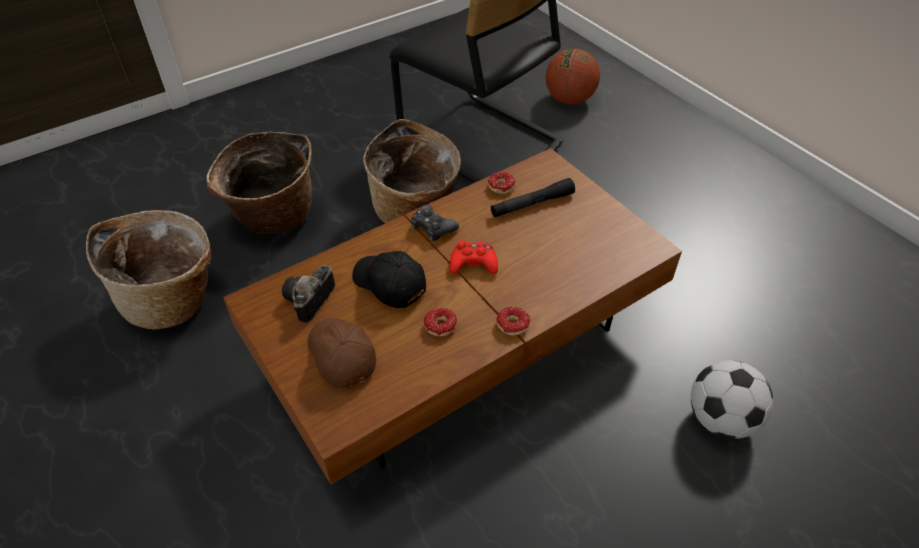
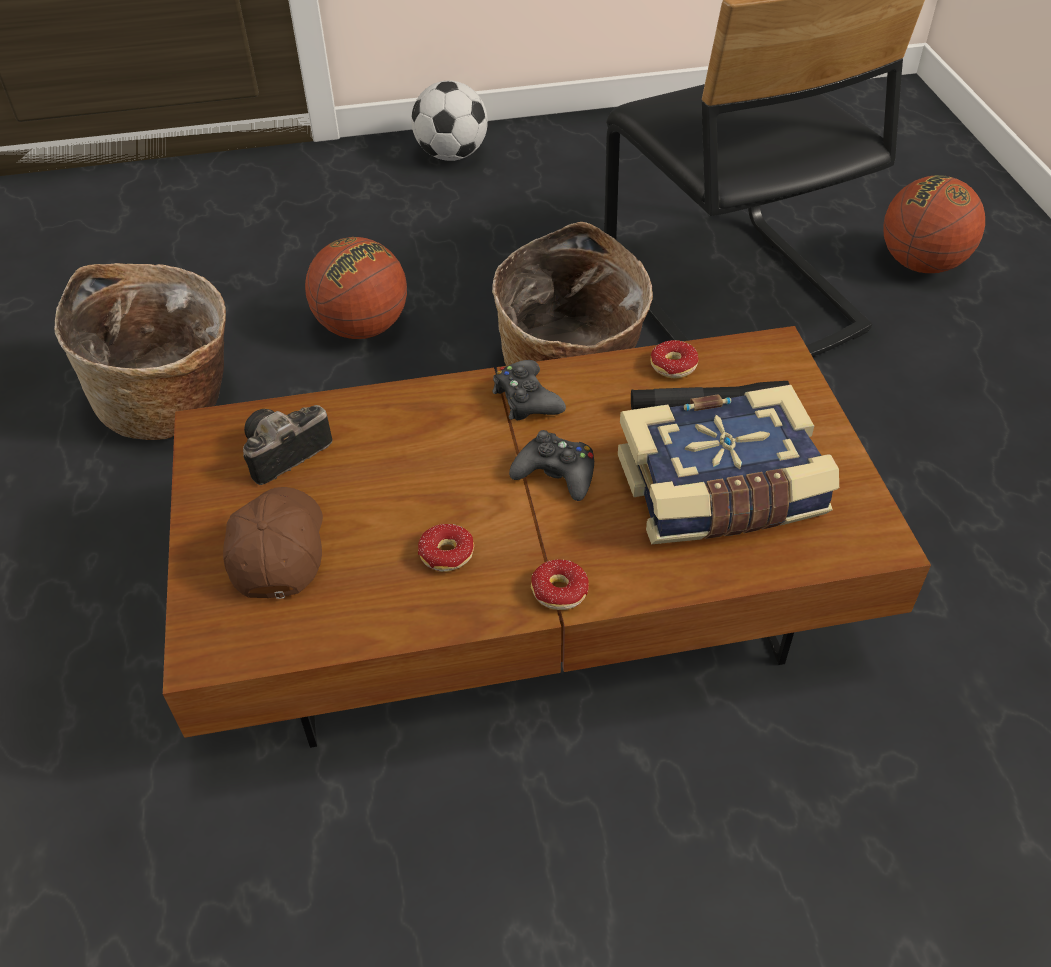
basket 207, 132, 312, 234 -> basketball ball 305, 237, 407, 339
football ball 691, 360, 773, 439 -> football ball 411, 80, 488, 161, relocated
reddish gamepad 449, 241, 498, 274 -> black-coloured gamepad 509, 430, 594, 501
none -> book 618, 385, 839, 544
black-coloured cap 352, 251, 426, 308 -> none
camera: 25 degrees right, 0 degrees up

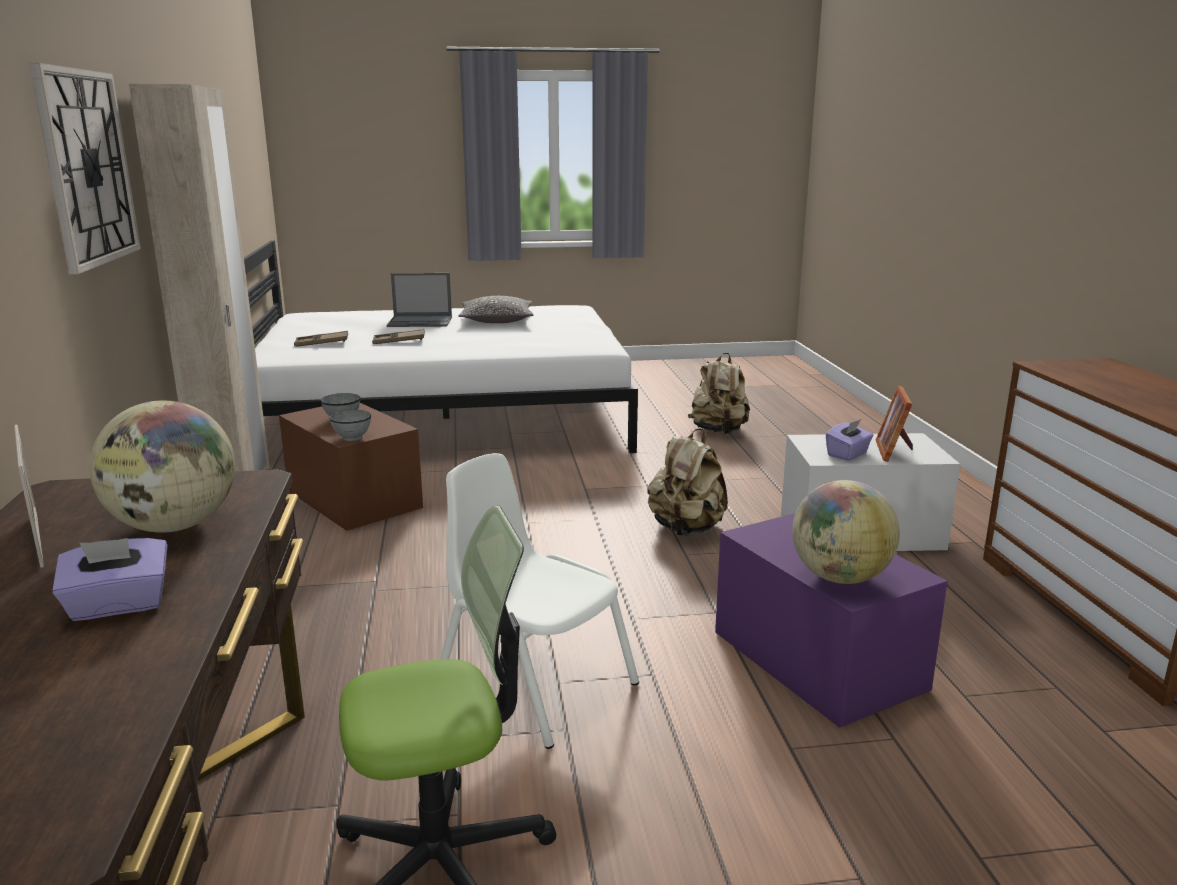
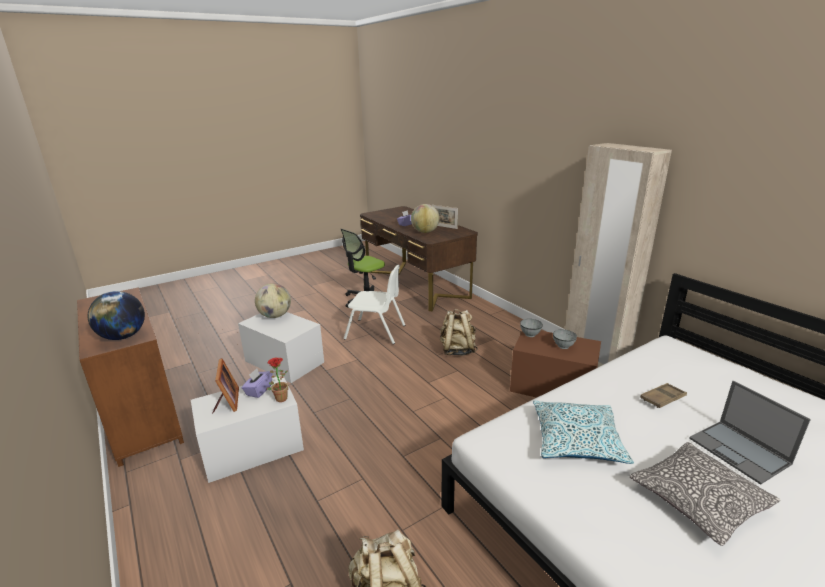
none -> desk globe 88, 291, 145, 340
purple storage bin 715, 513, 948, 728 -> whitish storage bin 238, 312, 324, 383
none -> houseplant 267, 357, 288, 402
sand-coloured knapsack 647, 428, 728, 536 -> sand-coloured knapsack 440, 309, 478, 356, relocated
none -> throw pillow 533, 401, 634, 464
portable computer 387, 273, 452, 327 -> portable computer 689, 381, 811, 485, 90 degrees counterclockwise
wall clock 29, 63, 141, 274 -> none
brownish tray 294, 331, 348, 346 -> none
camera: 155 degrees right, 5 degrees up

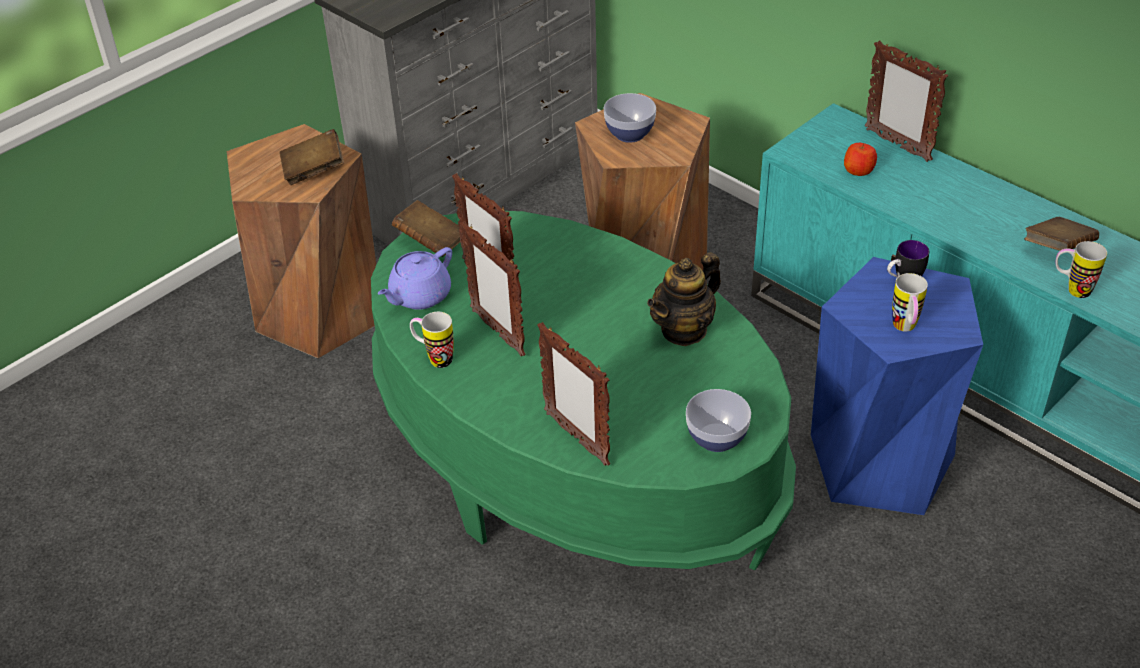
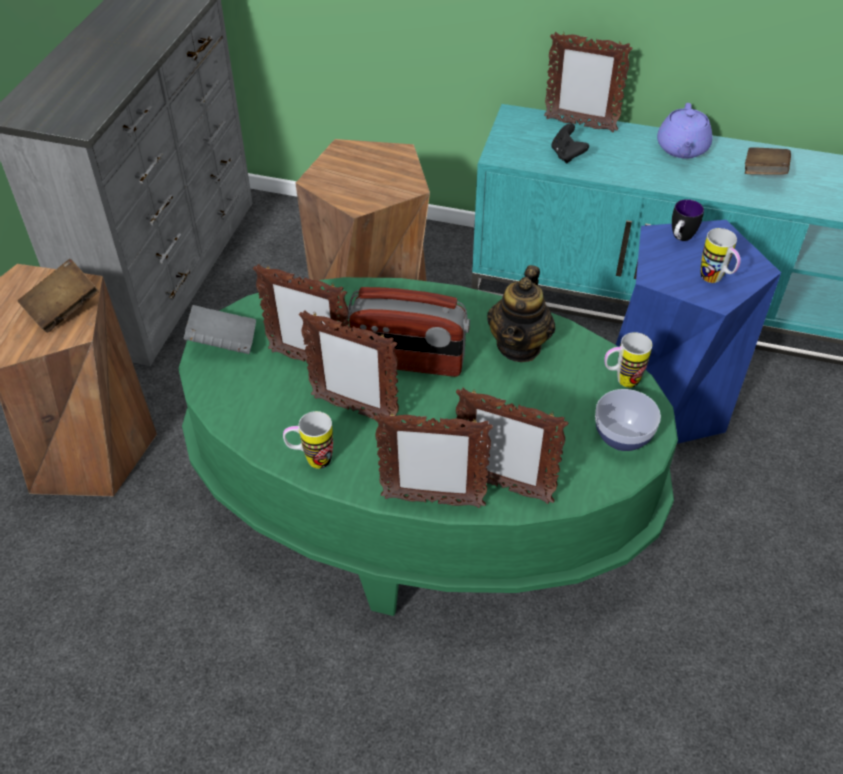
brownish book 392, 200, 460, 257 -> greyish book 184, 305, 256, 354
none -> radio 347, 287, 470, 377
none -> photo frame 374, 412, 493, 508
apple 844, 143, 877, 176 -> black-coloured gamepad 551, 123, 589, 163
tea mug 1055, 241, 1107, 298 -> tea mug 604, 332, 652, 388, relocated
purple tea pot 378, 247, 452, 310 -> purple tea pot 657, 103, 712, 159, relocated
deep dish 604, 93, 656, 143 -> none
camera: 30 degrees left, 5 degrees up

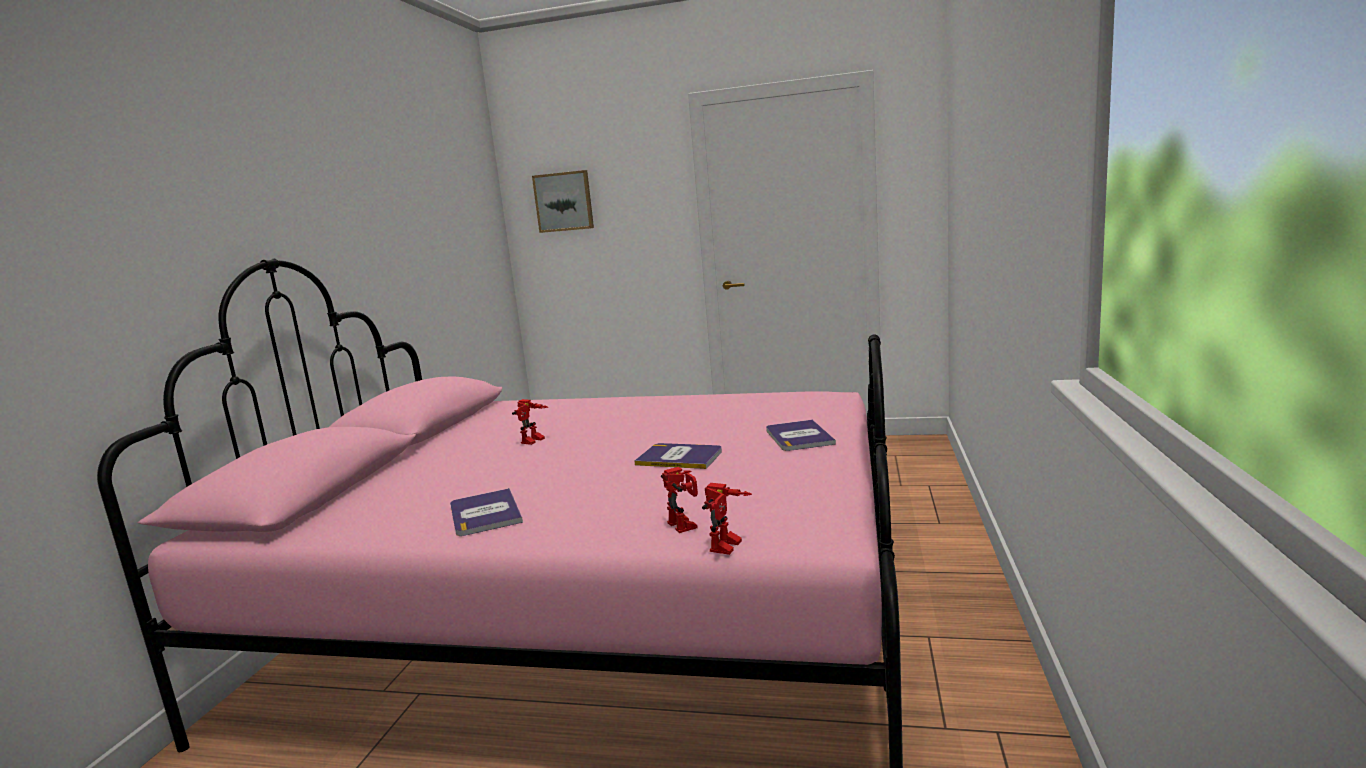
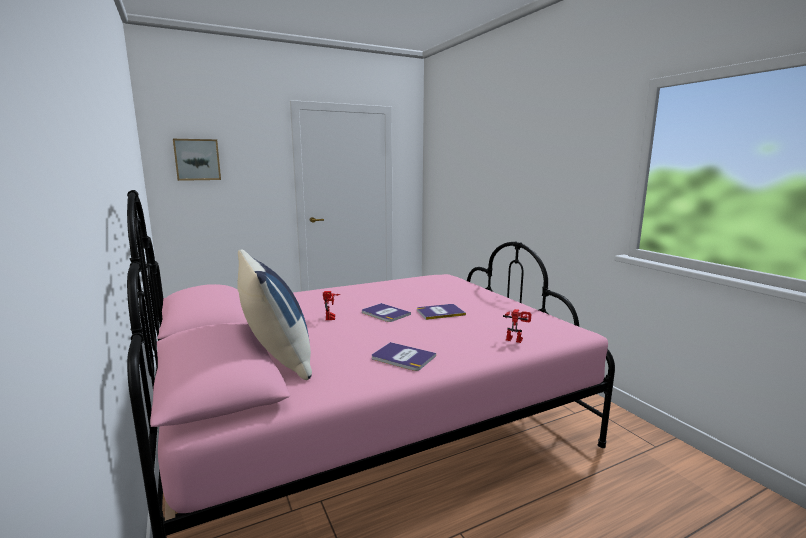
none -> blue throw pillow 237, 249, 312, 380
book 766, 420, 836, 451 -> book 362, 303, 411, 322, relocated
robot figure 702, 483, 752, 555 -> none
camera: 40 degrees left, 0 degrees up

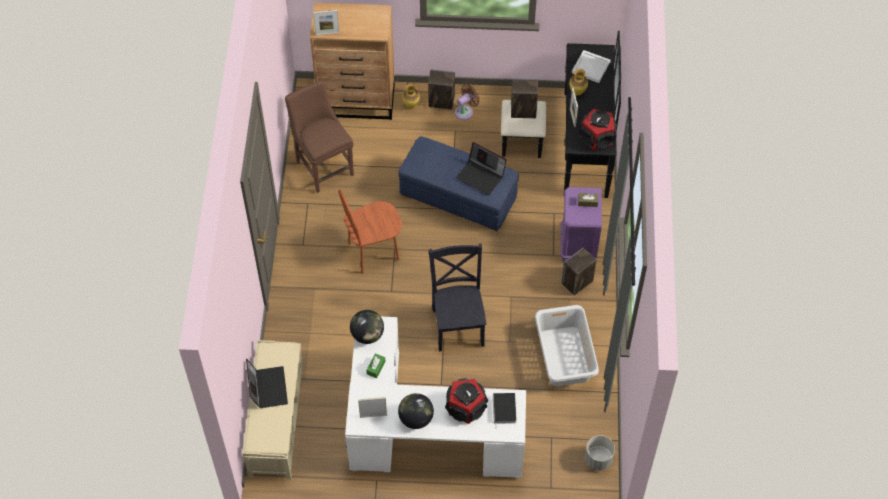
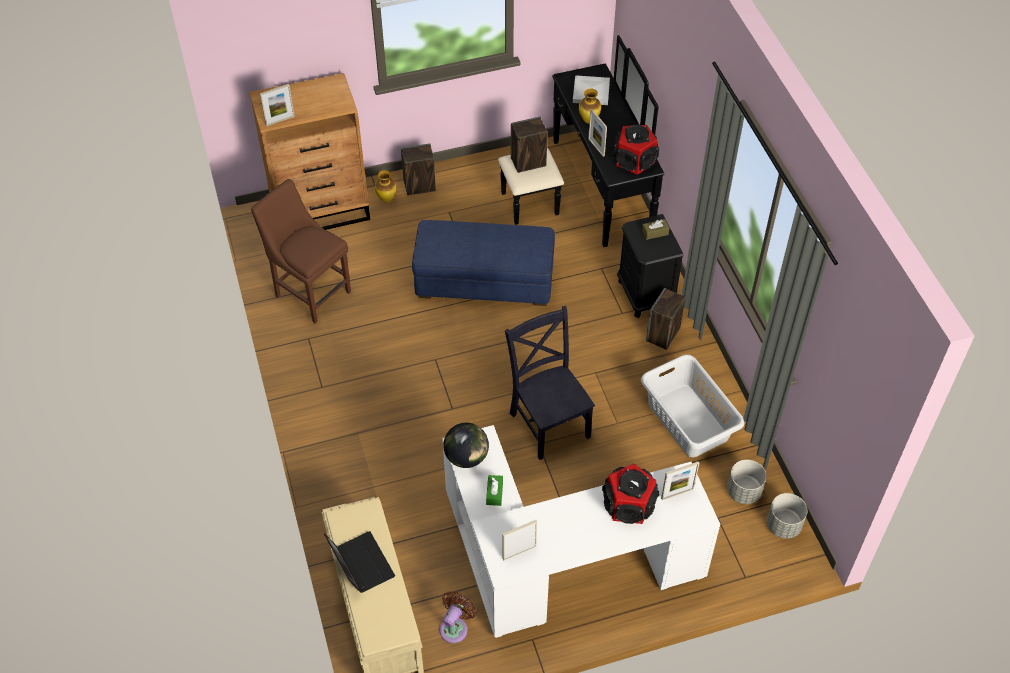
brownish cooling fan 455, 84, 480, 120 -> brownish cooling fan 440, 591, 476, 643, relocated
purple nightstand 561, 187, 602, 262 -> black-coloured nightstand 617, 214, 684, 318
book 493, 393, 517, 429 -> photo frame 661, 461, 699, 500
none -> greyish planter 727, 460, 766, 504
brownish chair 338, 189, 402, 274 -> none
desk globe 398, 393, 434, 429 -> none
portable computer 456, 142, 507, 195 -> none
camera: 20 degrees left, 5 degrees down

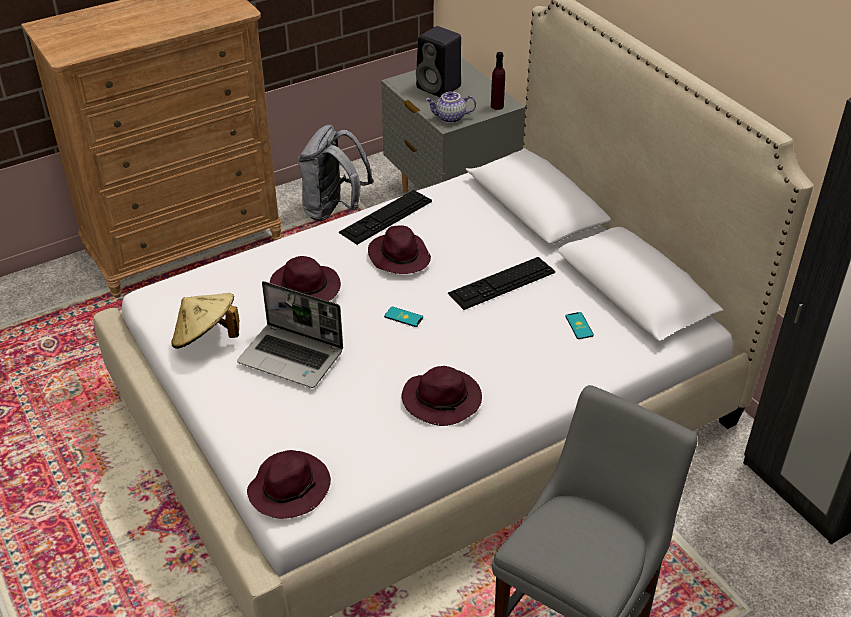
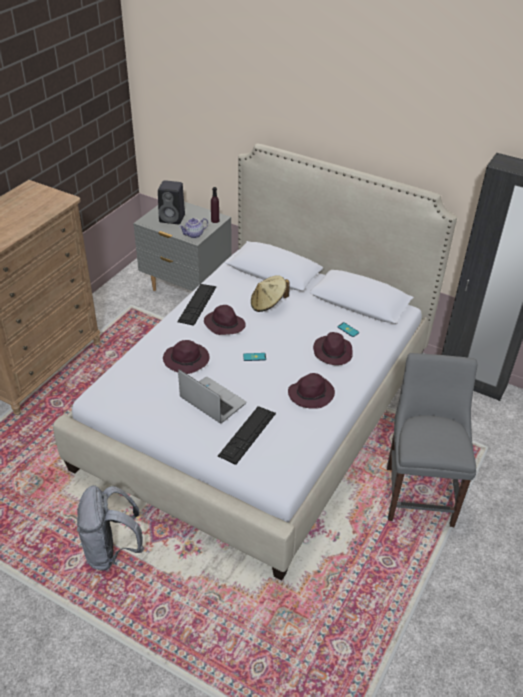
greyish knapsack 298, 124, 373, 221 -> greyish knapsack 77, 485, 144, 571, relocated
portable computer 237, 281, 343, 388 -> portable computer 178, 369, 246, 423, 135 degrees counterclockwise
computer keyboard 448, 257, 555, 310 -> computer keyboard 218, 406, 276, 465, relocated
sand-coloured wearable hat 171, 293, 239, 349 -> sand-coloured wearable hat 251, 275, 290, 312, relocated
purple wearable hat 247, 450, 331, 519 -> purple wearable hat 313, 332, 352, 365, relocated
camera: 30 degrees left, 0 degrees up

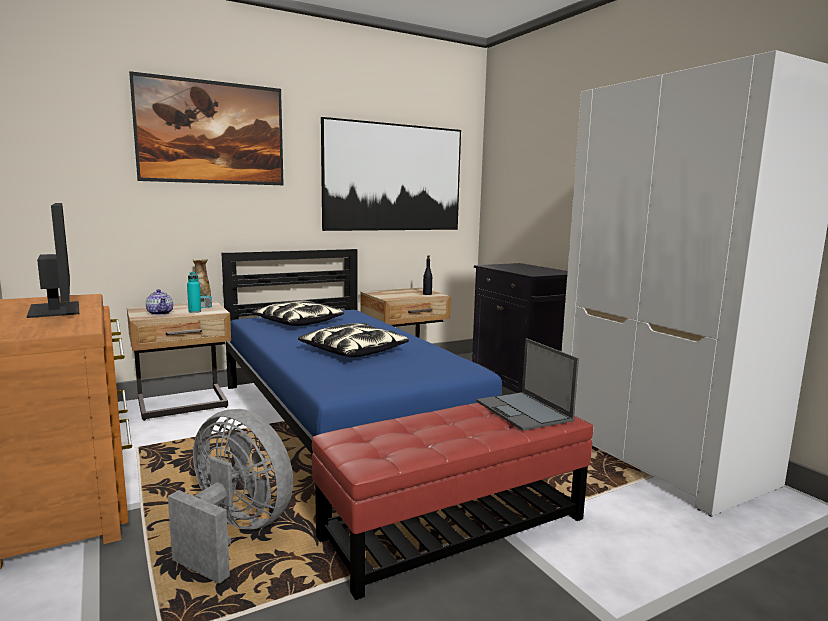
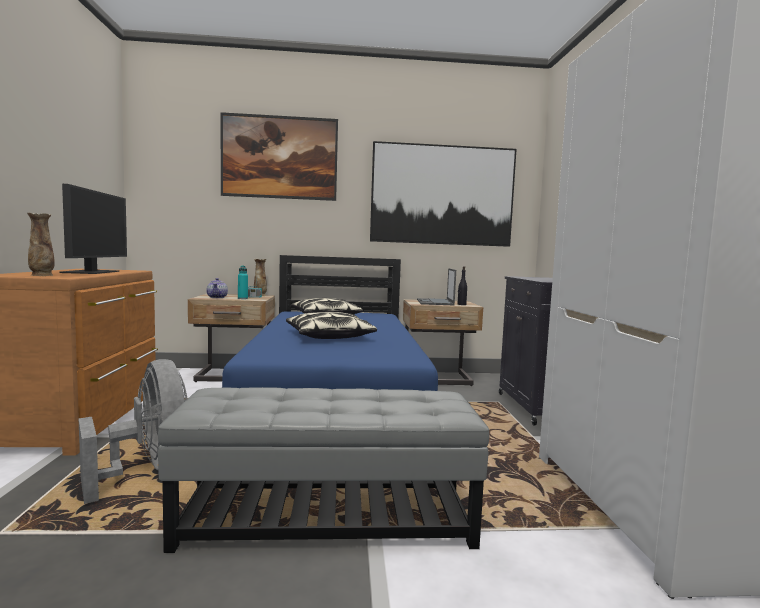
none -> flower vase 27, 212, 55, 276
reddish footrest 312, 403, 593, 600 -> greyish footrest 158, 387, 489, 553
portable computer 476, 338, 579, 431 -> portable computer 417, 268, 456, 305, relocated
camera: 25 degrees right, 5 degrees down

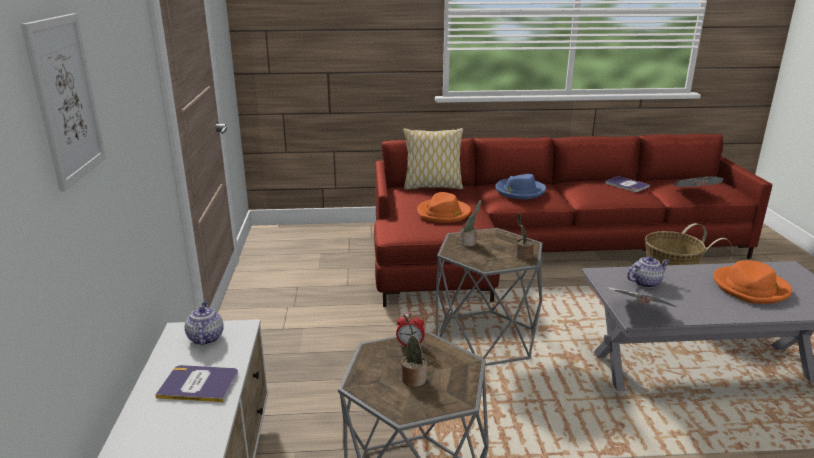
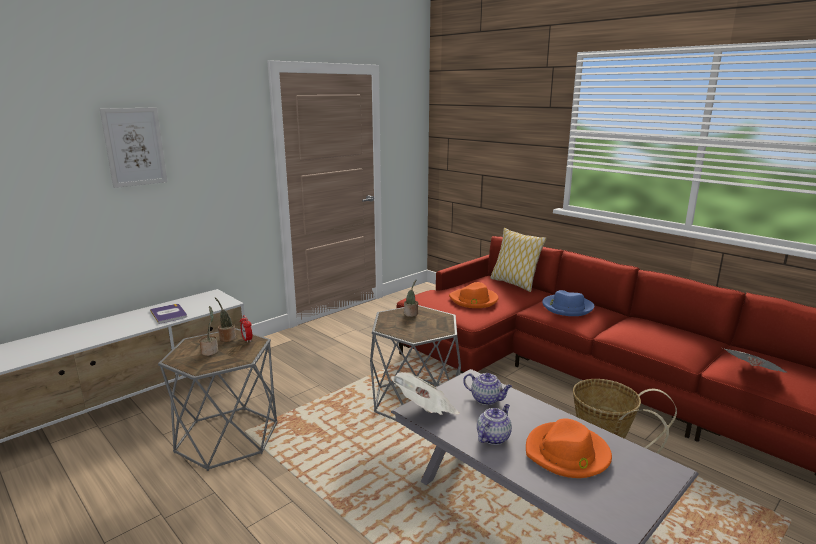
houseplant 515, 213, 534, 260 -> houseplant 215, 297, 236, 342, relocated
tea pot 185, 301, 223, 345 -> tea pot 477, 404, 512, 445, relocated
book 606, 176, 650, 192 -> none
camera: 50 degrees right, 5 degrees down

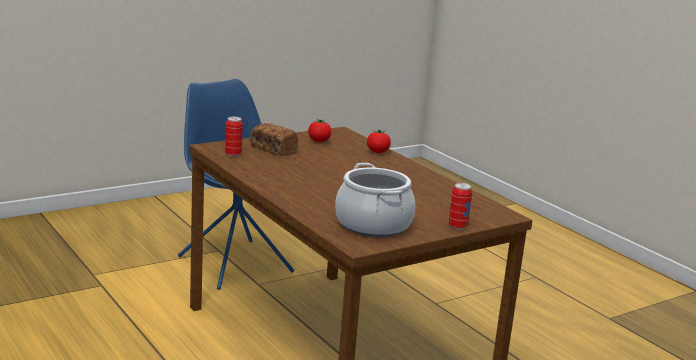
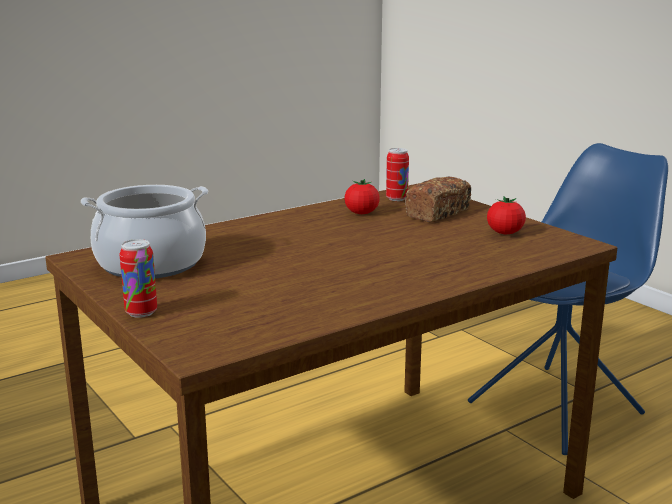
tomato 367, 129, 391, 153 -> tomato 344, 179, 380, 214, relocated
camera: 90 degrees right, 0 degrees up

